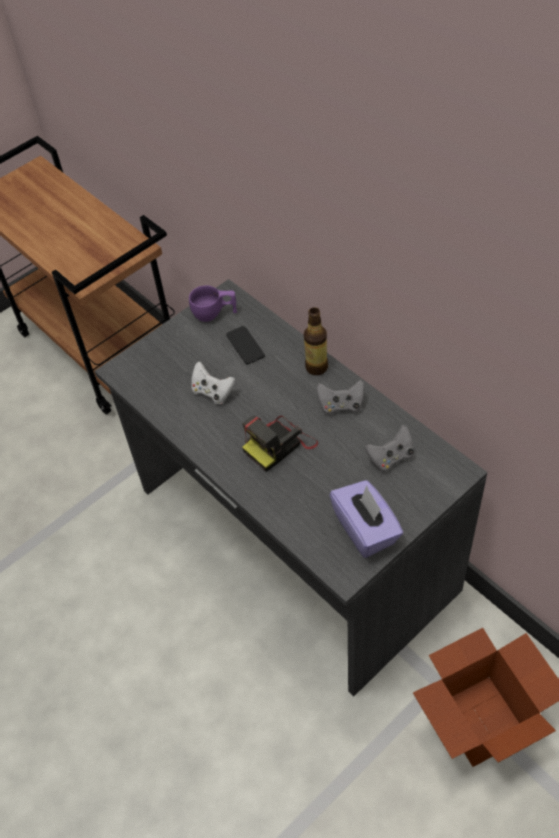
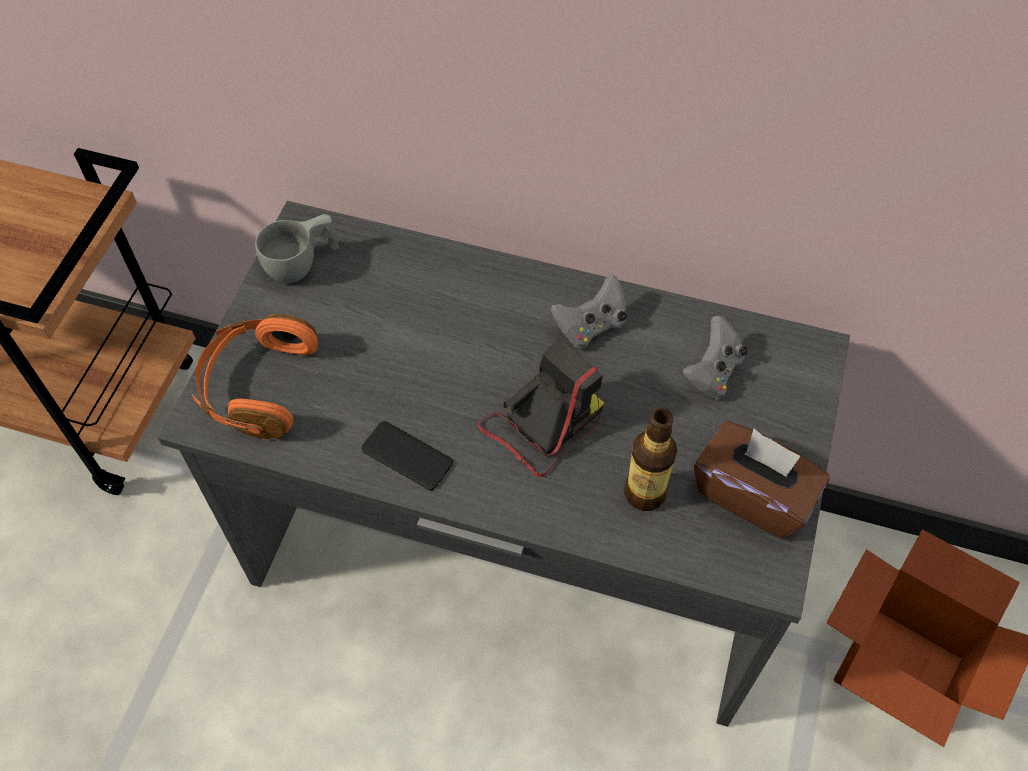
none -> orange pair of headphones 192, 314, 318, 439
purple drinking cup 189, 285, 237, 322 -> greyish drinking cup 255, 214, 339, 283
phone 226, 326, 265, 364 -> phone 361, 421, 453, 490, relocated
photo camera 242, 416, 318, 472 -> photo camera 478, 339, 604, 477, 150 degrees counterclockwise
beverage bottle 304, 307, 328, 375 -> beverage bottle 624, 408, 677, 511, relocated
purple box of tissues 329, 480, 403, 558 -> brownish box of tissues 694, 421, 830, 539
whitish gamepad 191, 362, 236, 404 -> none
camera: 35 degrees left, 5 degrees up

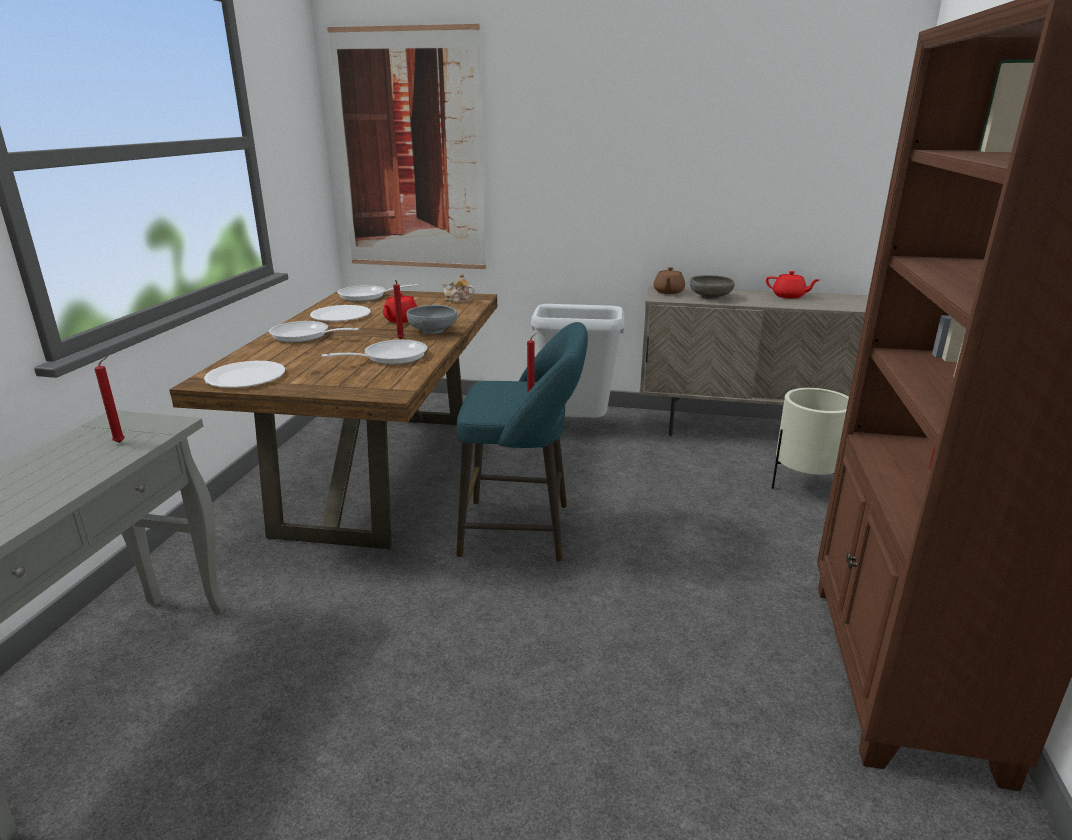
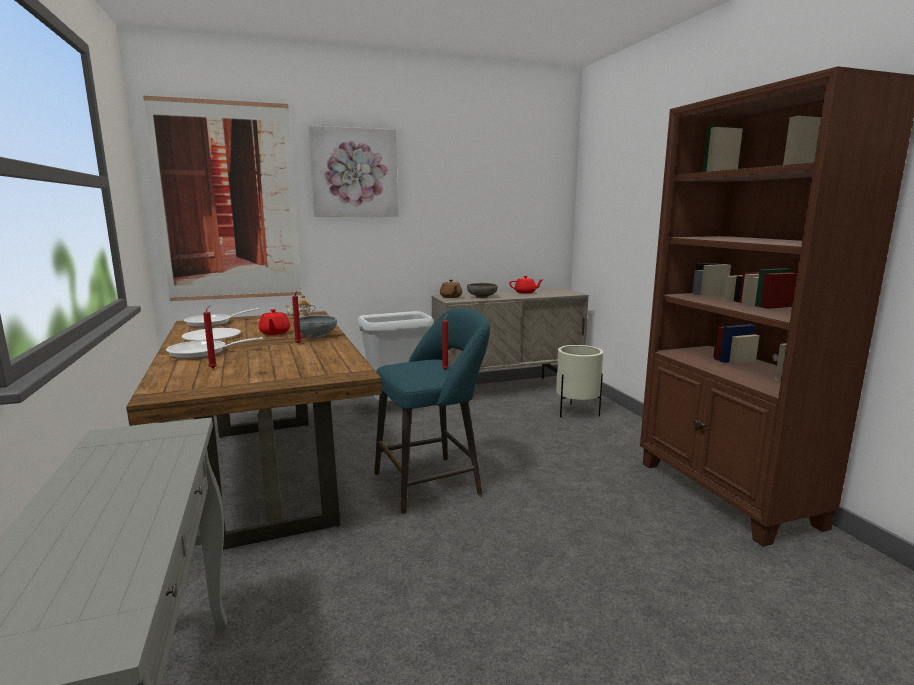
reddish candle 94, 356, 125, 443 -> reddish candle 203, 305, 217, 368, relocated
none -> wall art 309, 125, 398, 216
whitish dinner plate 204, 361, 285, 388 -> none
pan 322, 340, 427, 365 -> none
camera: 30 degrees left, 10 degrees down

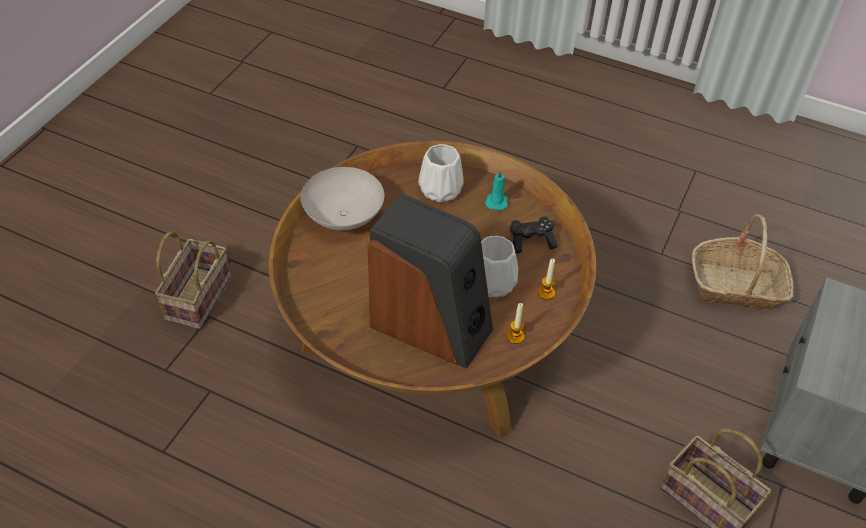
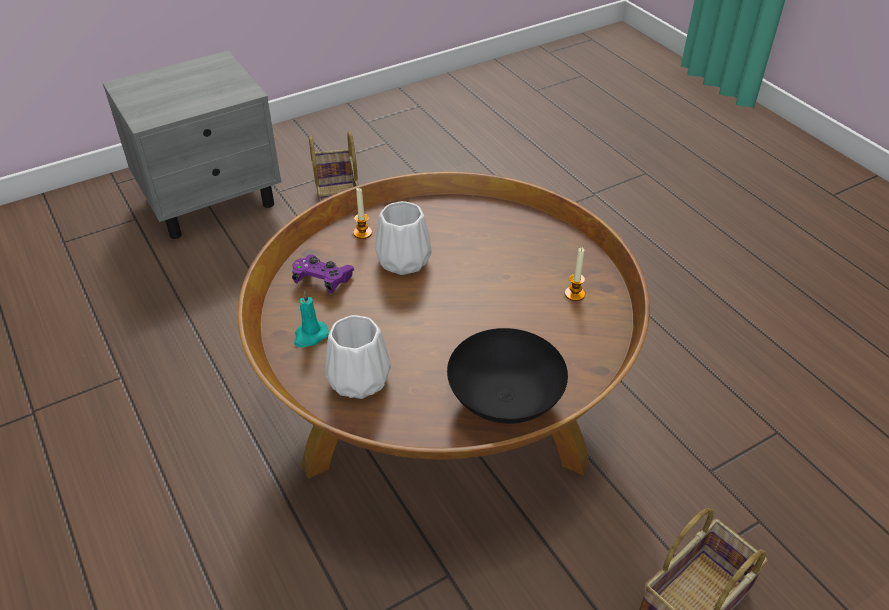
black-coloured gamepad 510, 217, 557, 254 -> purple gamepad 292, 254, 355, 293
whitish deep dish 301, 167, 384, 231 -> black-coloured deep dish 447, 328, 568, 424
candle 507, 303, 525, 344 -> candle 565, 248, 585, 301, relocated
loudspeaker 367, 193, 493, 369 -> none
basket 692, 214, 794, 310 -> none
camera: 145 degrees left, 5 degrees down

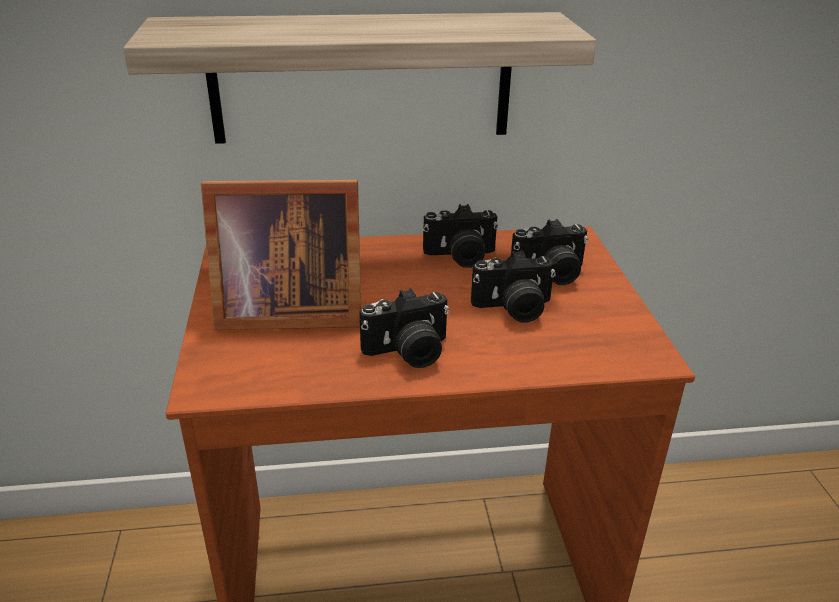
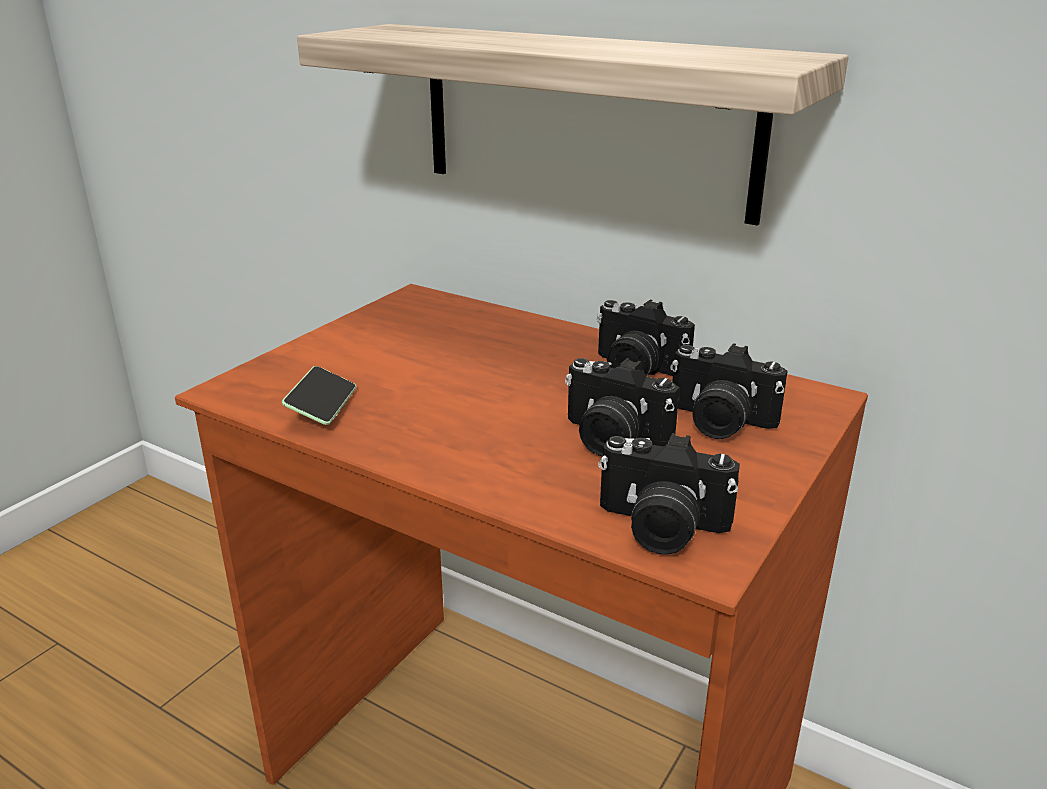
none -> phone 282, 366, 357, 425
photo camera 359, 288, 449, 368 -> photo camera 598, 433, 740, 555, relocated
photo frame 201, 180, 361, 330 -> none
camera: 40 degrees right, 5 degrees down

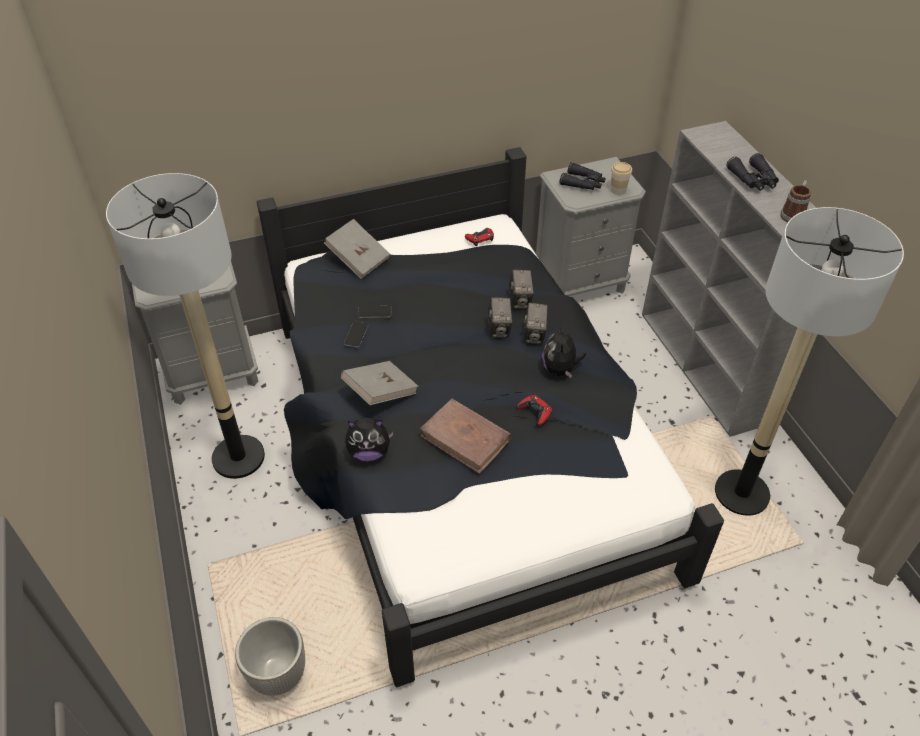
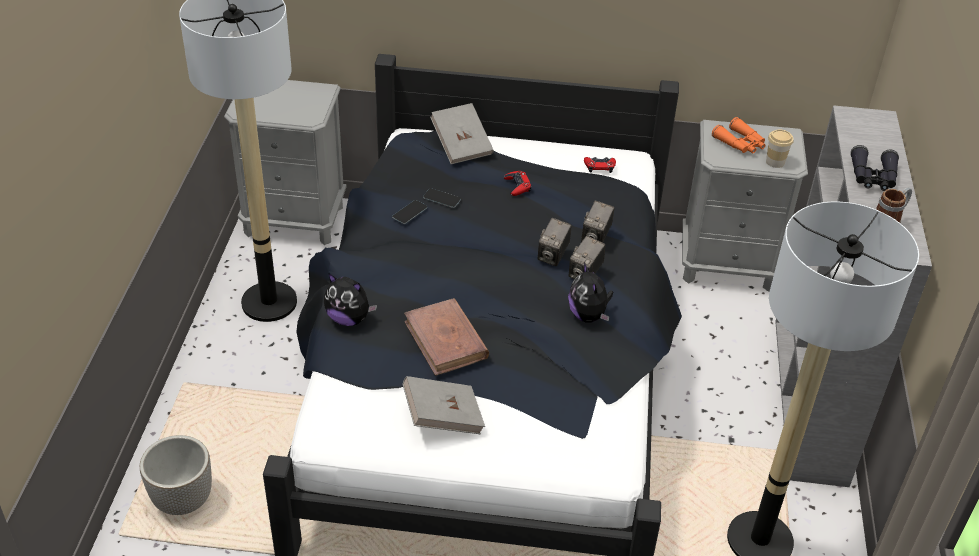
greyish book 341, 361, 419, 405 -> greyish book 402, 376, 485, 434, relocated
reddish gamepad 517, 395, 553, 426 -> reddish gamepad 504, 171, 531, 196, relocated
cuddly toy 542, 323, 586, 379 -> cuddly toy 568, 262, 613, 323, 45 degrees counterclockwise
black-coloured field glasses 559, 162, 606, 190 -> orange field glasses 712, 117, 765, 154
camera: 25 degrees right, 5 degrees down

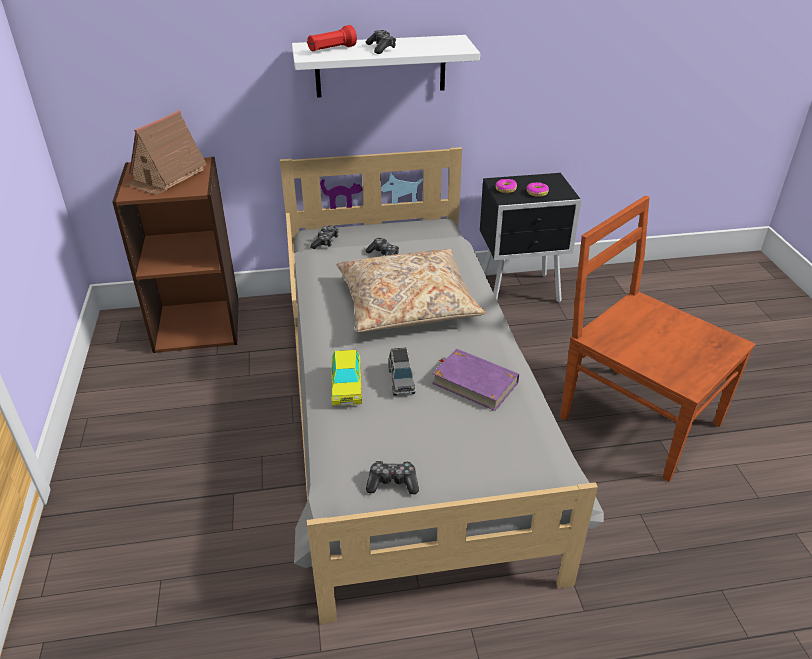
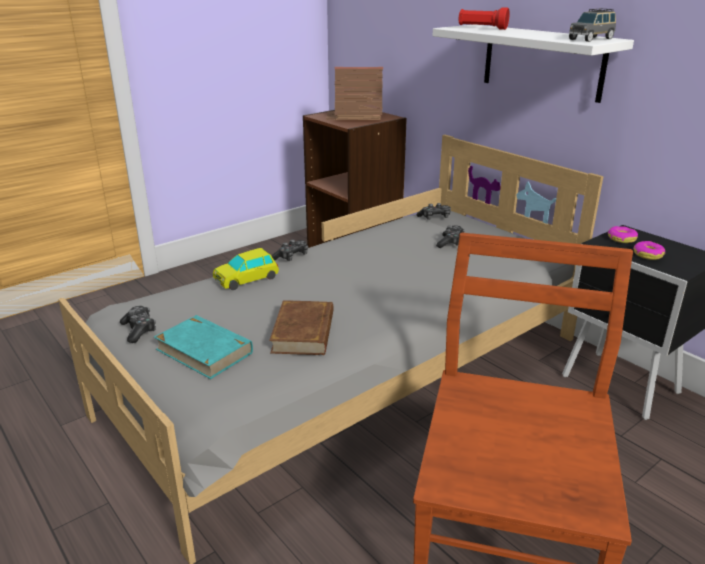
none -> turquoise-coloured book 154, 315, 253, 379
purple book 432, 349, 519, 411 -> brownish book 269, 300, 334, 355
gamepad 366, 30, 396, 54 -> gamepad 271, 240, 308, 261, relocated
greyish toy car 389, 347, 415, 396 -> greyish toy car 569, 8, 616, 42, relocated
sand-coloured throw pillow 336, 249, 486, 332 -> none
camera: 60 degrees right, 10 degrees down

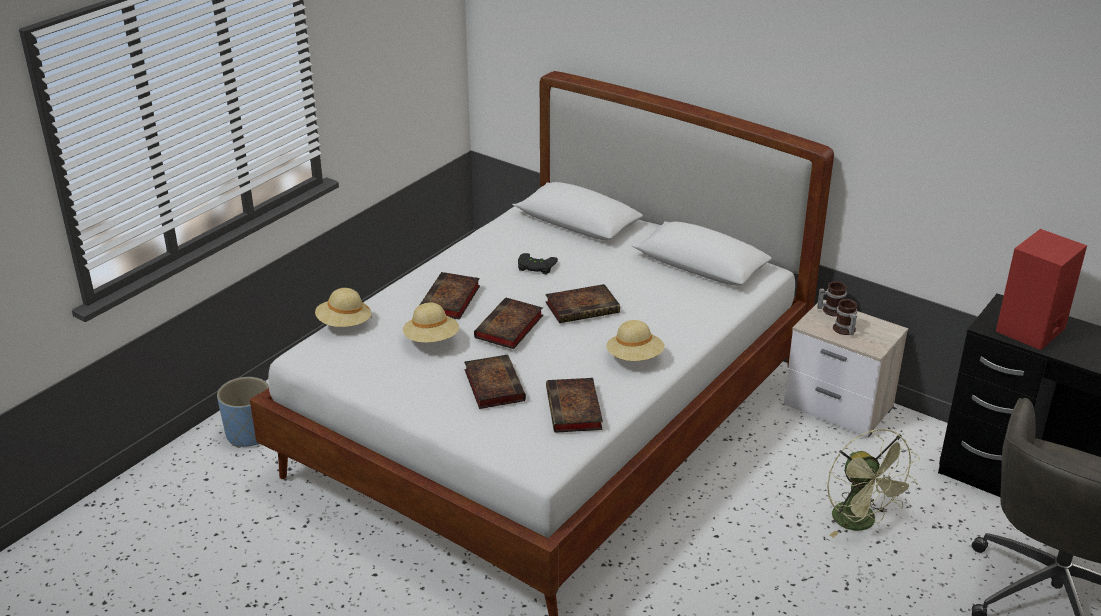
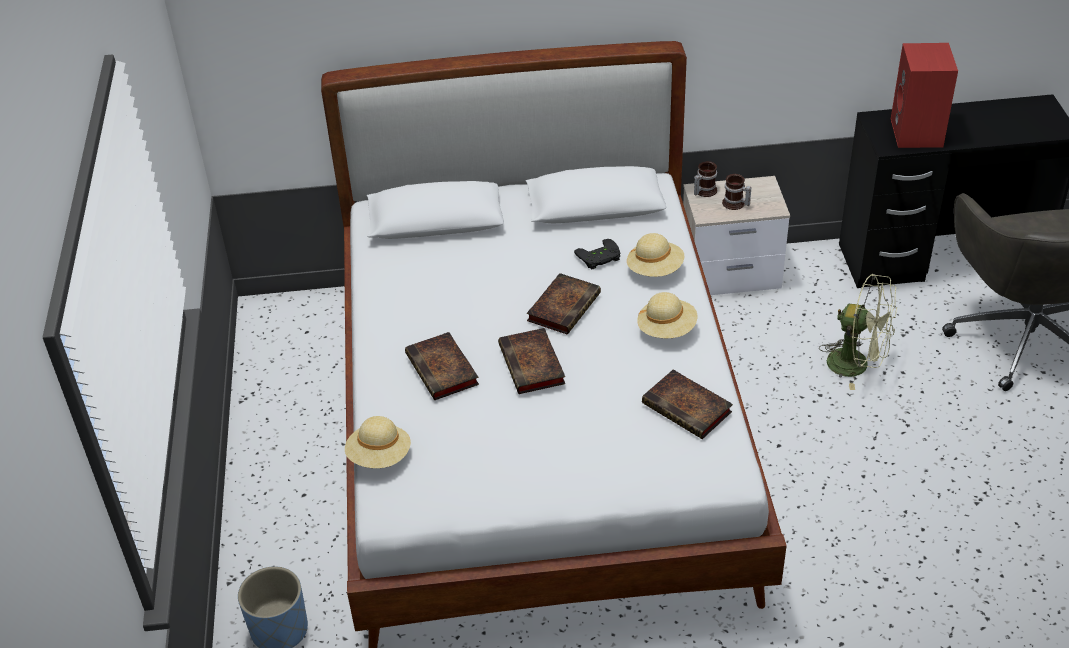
black-coloured gamepad 518, 253, 558, 274 -> black-coloured gamepad 574, 239, 620, 270, relocated
sand-coloured wearable hat 403, 303, 459, 343 -> sand-coloured wearable hat 627, 233, 685, 277, relocated
book 464, 355, 526, 409 -> none
camera: 40 degrees left, 10 degrees up

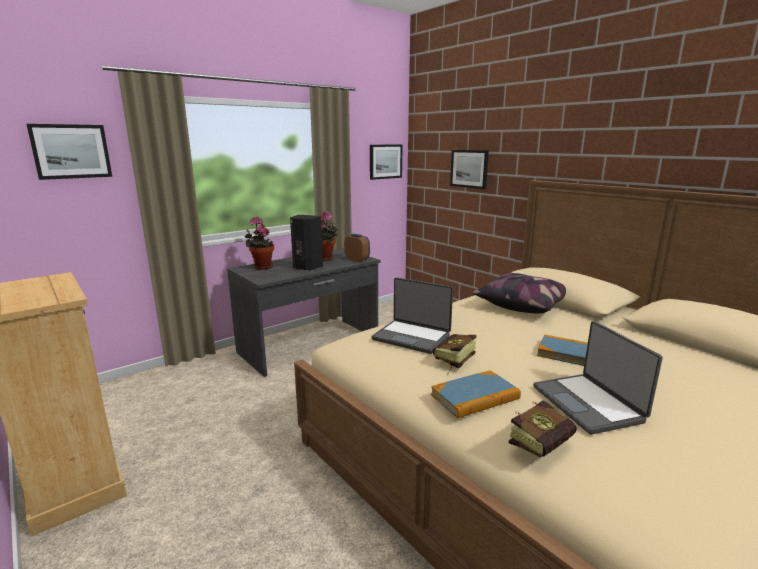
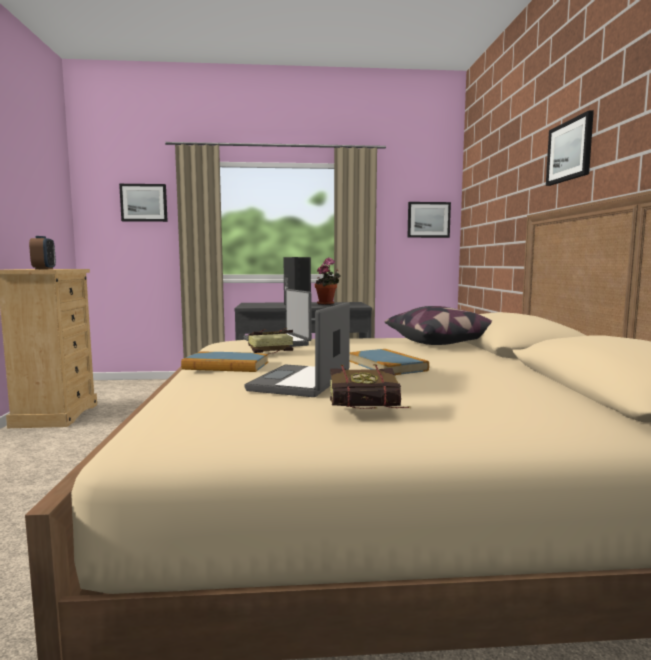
table clock 344, 234, 370, 262 -> table clock 29, 236, 56, 269, relocated
book 509, 400, 577, 457 -> book 330, 364, 410, 409, relocated
wall art 450, 150, 489, 189 -> wall art 546, 110, 594, 186, relocated
houseplant 245, 217, 274, 270 -> none
camera: 35 degrees right, 10 degrees down

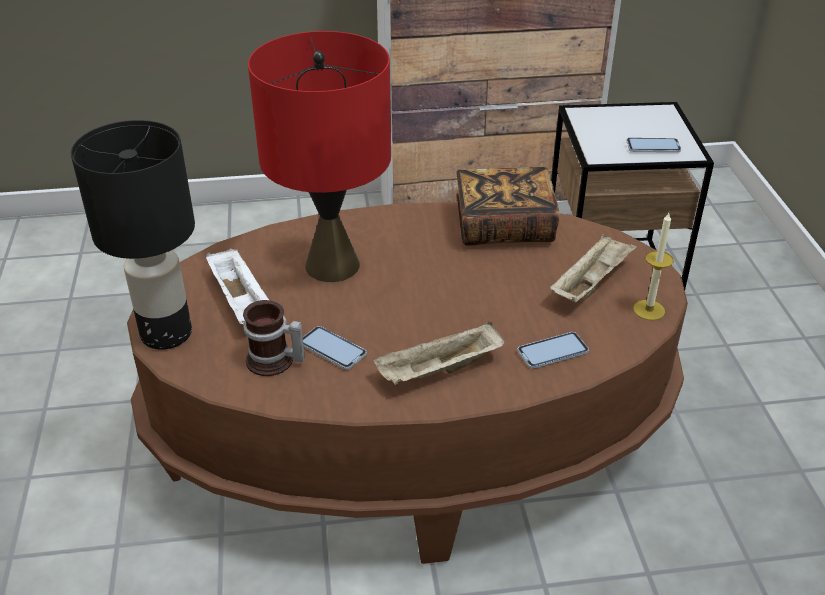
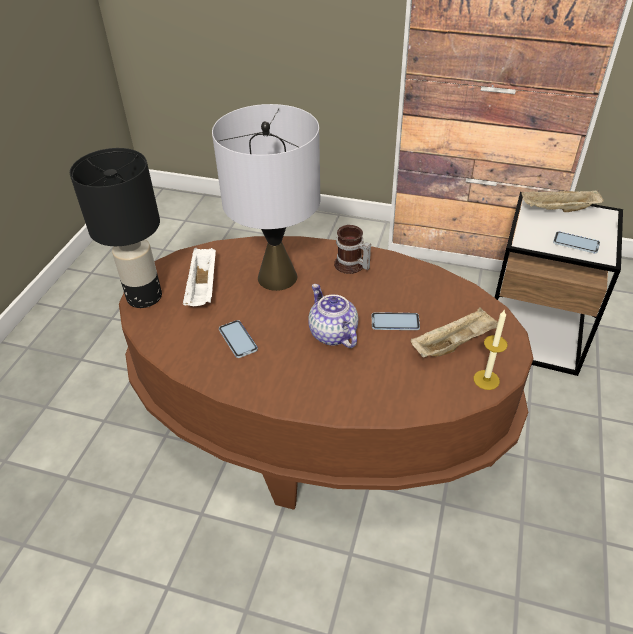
reddish tabletop lamp 248, 31, 391, 282 -> greyish tabletop lamp 212, 104, 320, 291
none -> tea pot 308, 284, 358, 348
tea mug 243, 300, 305, 376 -> tea mug 334, 225, 371, 274, relocated
phone 517, 332, 589, 369 -> phone 372, 312, 420, 330, relocated
sand-coloured tray 373, 322, 504, 385 -> sand-coloured tray 522, 189, 604, 212, relocated
book 456, 167, 559, 246 -> none
camera: 25 degrees right, 5 degrees up

